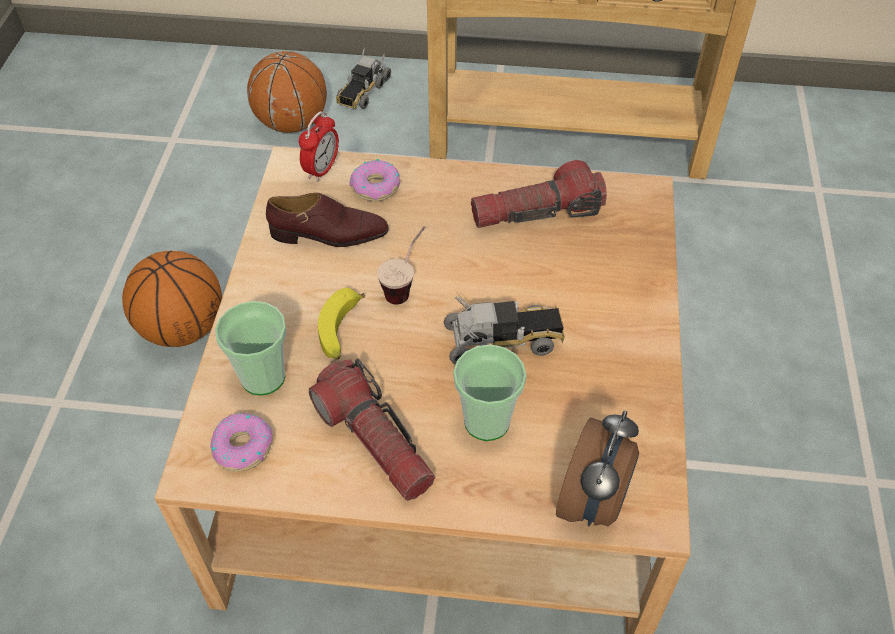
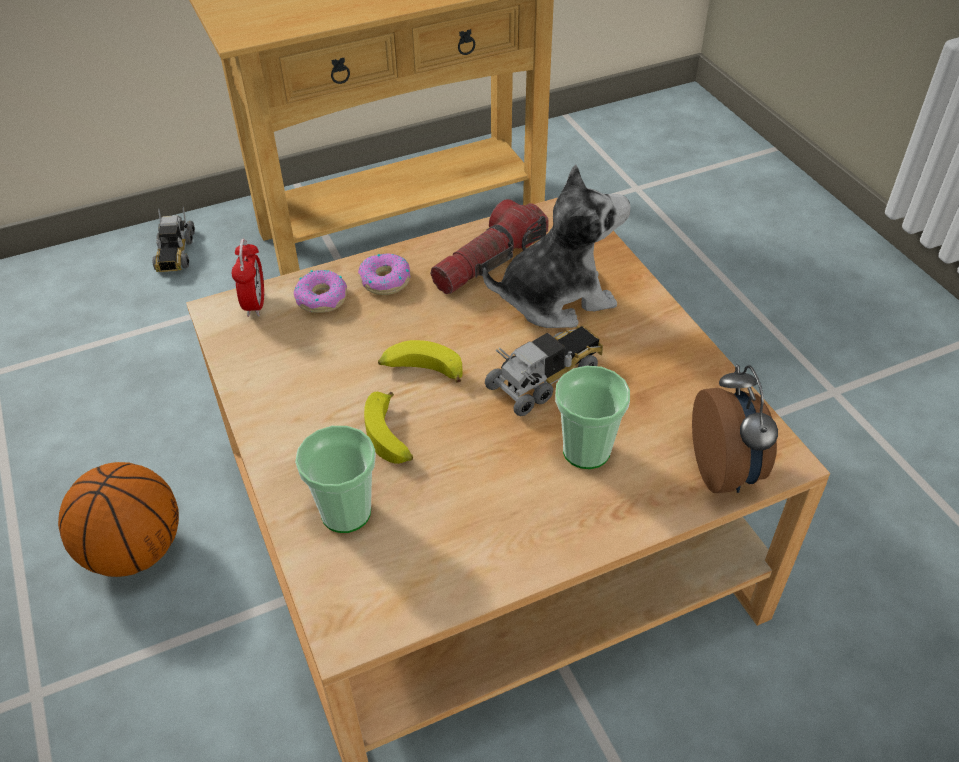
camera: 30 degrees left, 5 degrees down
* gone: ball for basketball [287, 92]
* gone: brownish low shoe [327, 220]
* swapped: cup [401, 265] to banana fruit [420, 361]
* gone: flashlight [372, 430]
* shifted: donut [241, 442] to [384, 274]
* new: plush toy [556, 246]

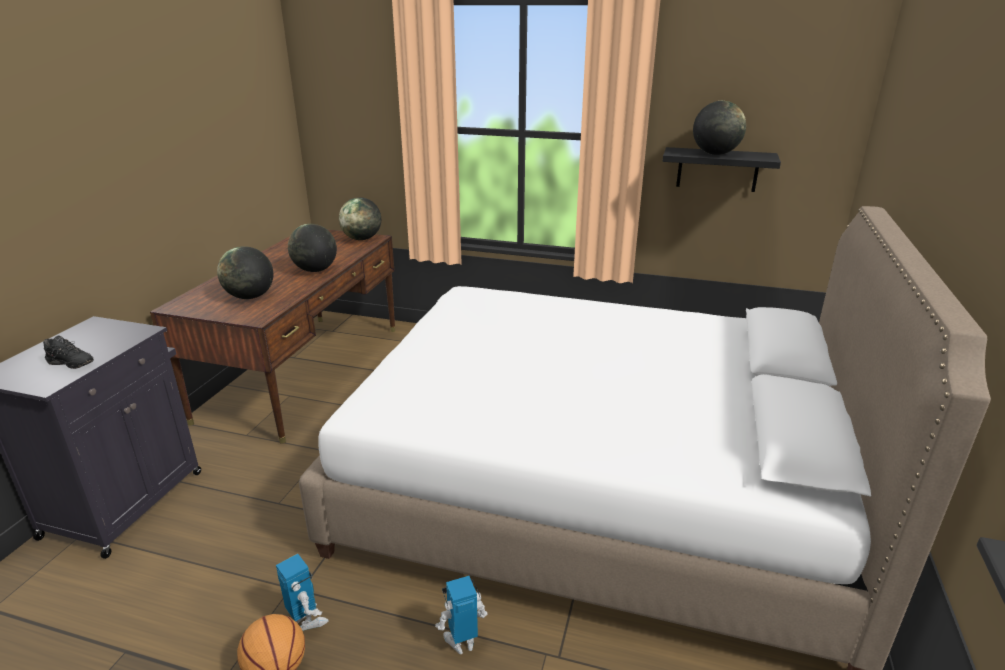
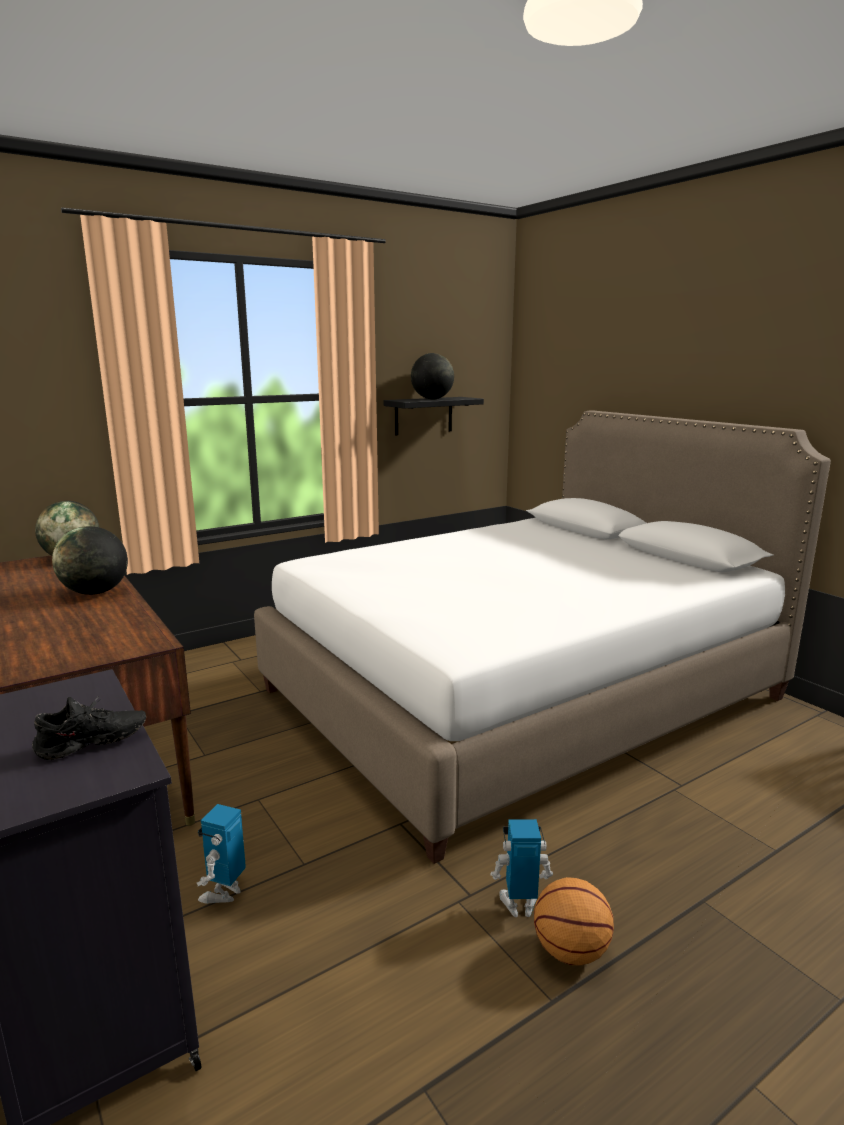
camera: 50 degrees left, 10 degrees down
* gone: globe [245, 272]
* shifted: model robot [461, 615] to [221, 854]

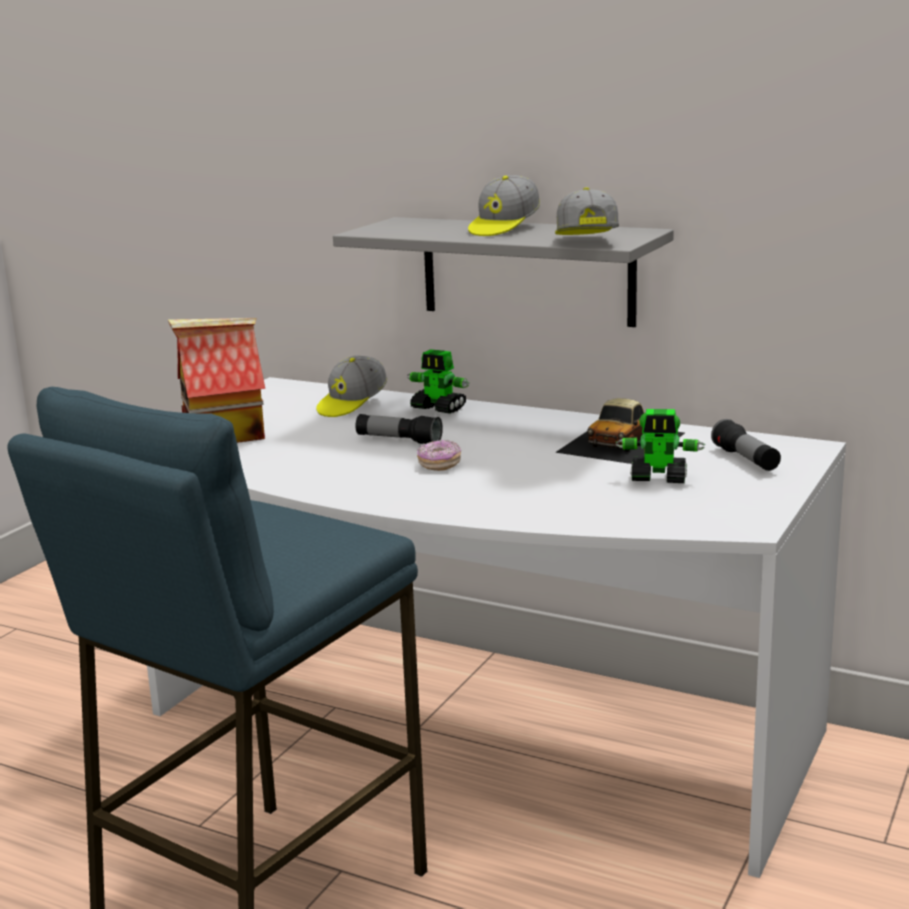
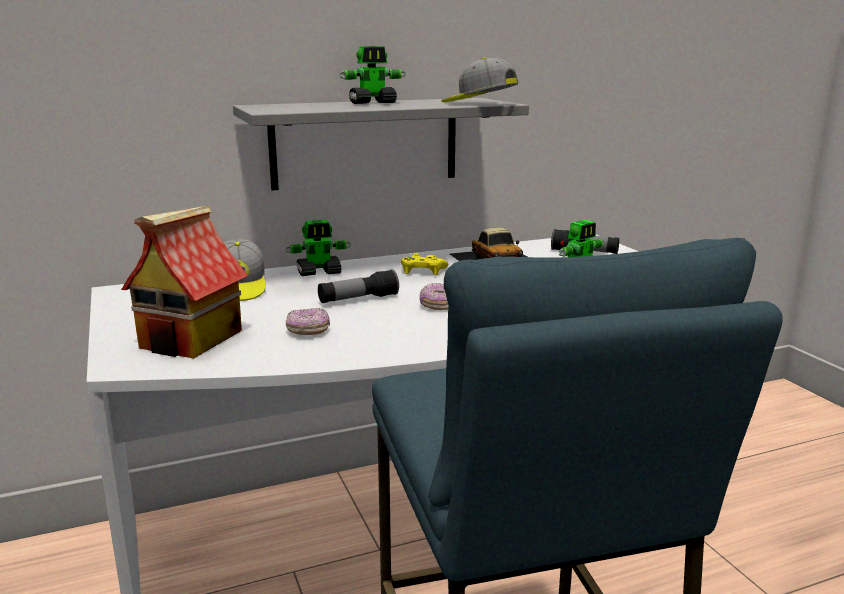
camera: 50 degrees left, 0 degrees up
* swapped: peaked cap [504, 205] to model robot [372, 75]
* new: yellow game controller [425, 264]
* new: donut [308, 321]

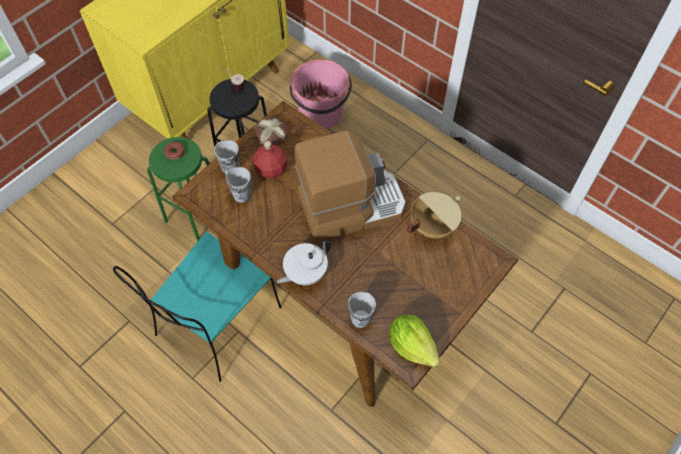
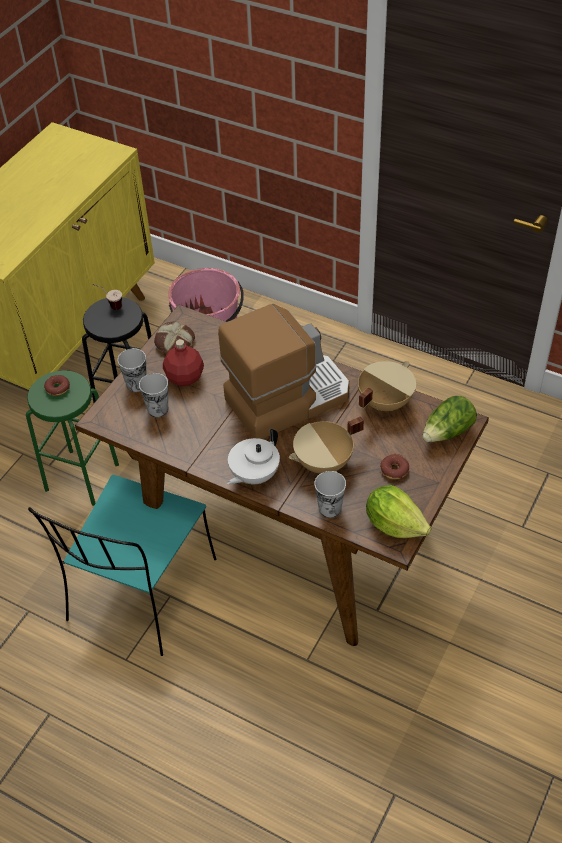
camera: 10 degrees left, 10 degrees down
* new: lettuce [449, 419]
* new: sand-coloured stockpot [326, 445]
* new: donut [394, 466]

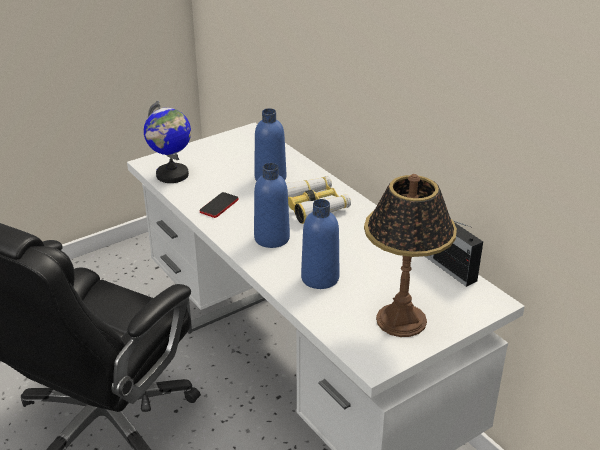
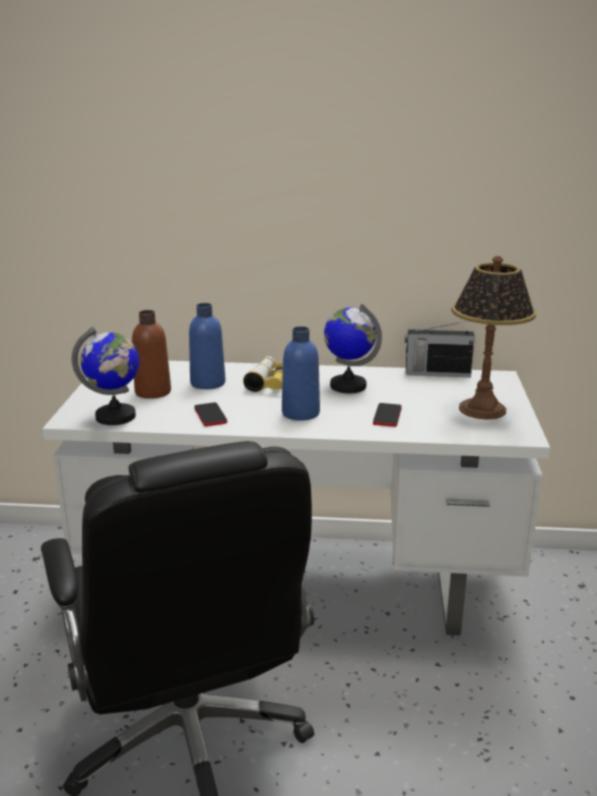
camera: 50 degrees left, 10 degrees down
* swapped: bluish bottle [320, 244] to telephone [387, 415]
* new: globe [353, 348]
* new: brownish bottle [151, 354]

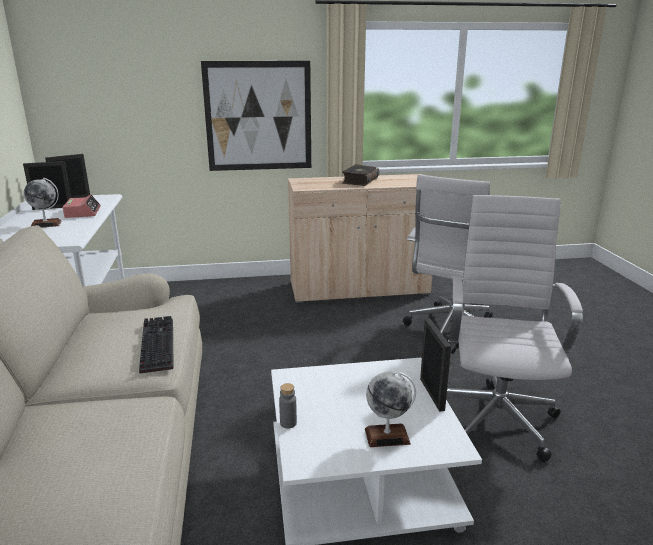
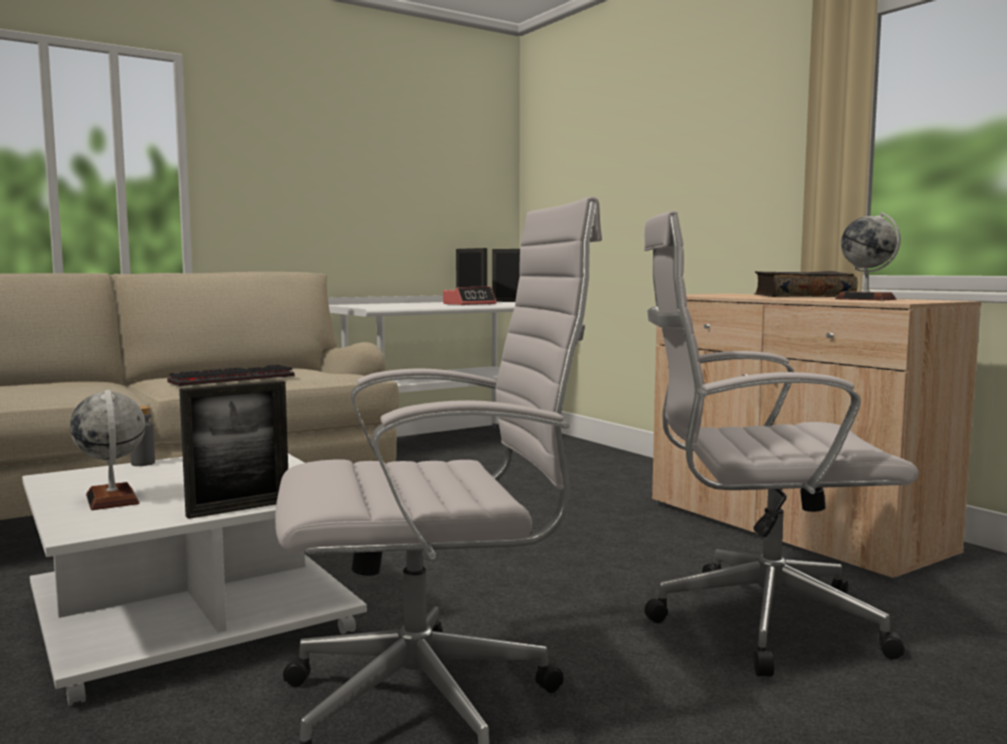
camera: 65 degrees right, 15 degrees down
* gone: picture [256, 116]
* shifted: globe [42, 203] to [868, 256]

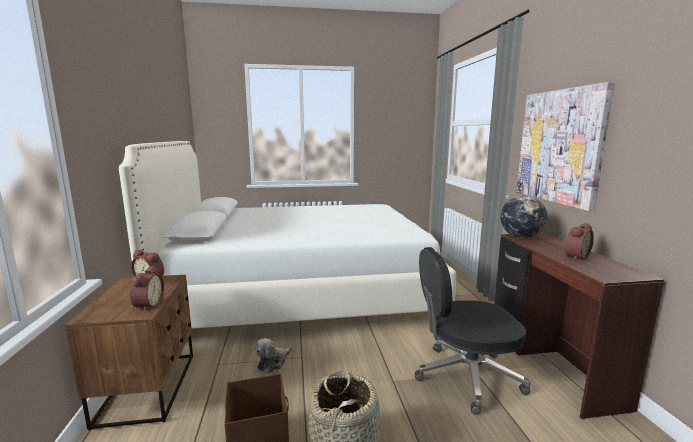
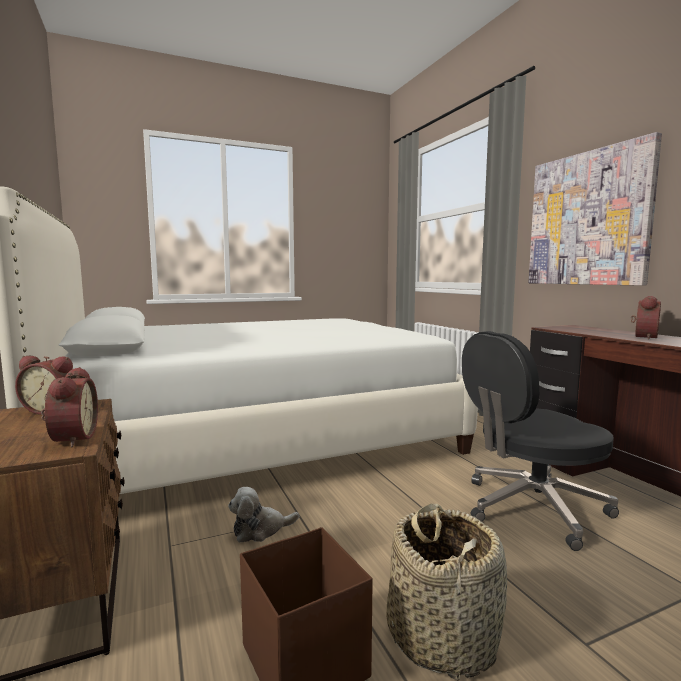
camera: 15 degrees left, 5 degrees down
* gone: globe [524, 216]
* rotated: plush toy [274, 355] = [263, 514] 45 degrees clockwise

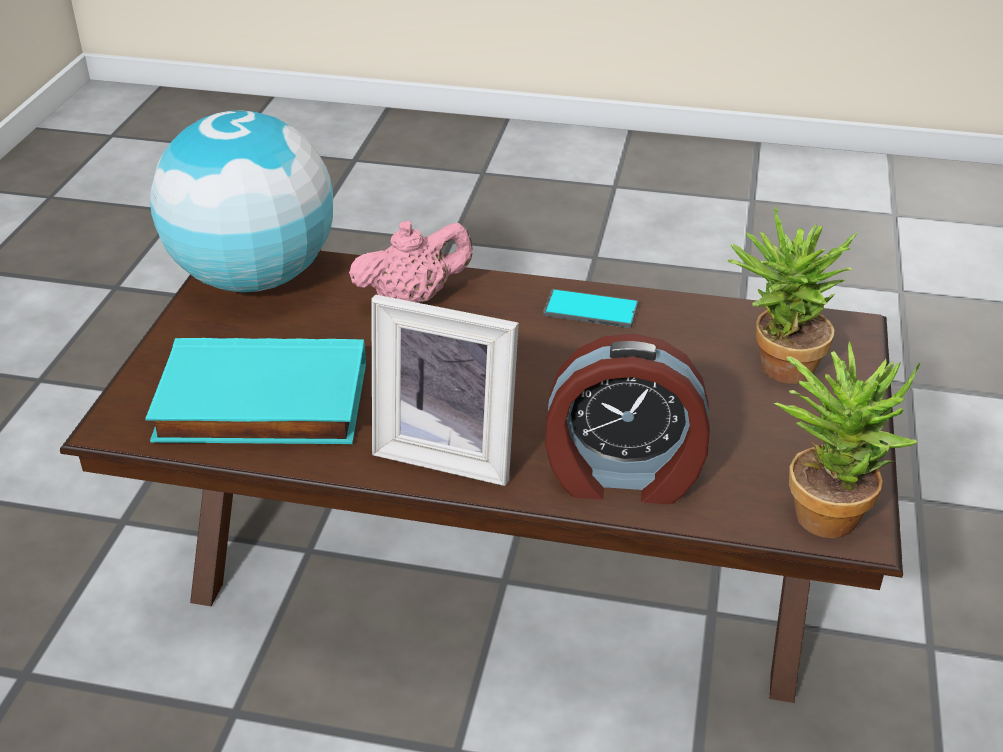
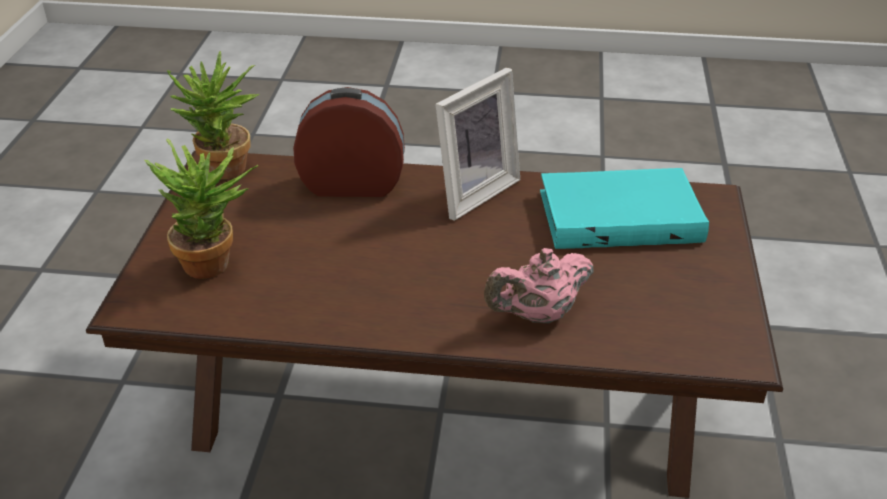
camera: 175 degrees right, 0 degrees up
* gone: globe [241, 201]
* gone: telephone [590, 308]
* rotated: standing frame [445, 390] = [477, 144] 120 degrees clockwise

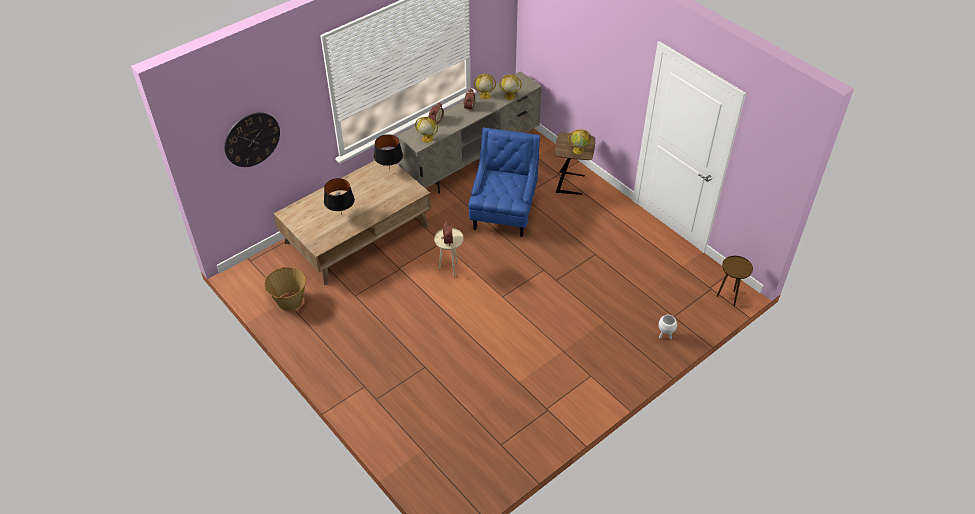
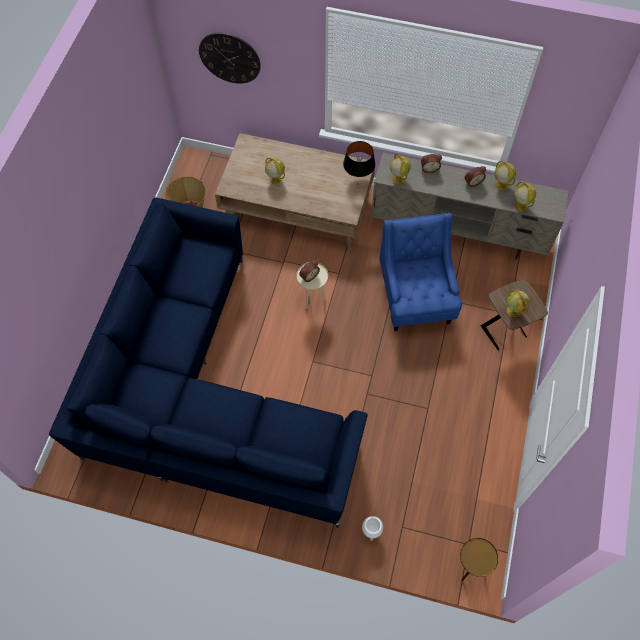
camera: 55 degrees right, 15 degrees up
* rotated: bluish lounge chair [504, 182] = [420, 272] 75 degrees counterclockwise
* swapped: blackish lamp for a table [339, 196] to globe [275, 171]
* new: bluish settee [208, 362]

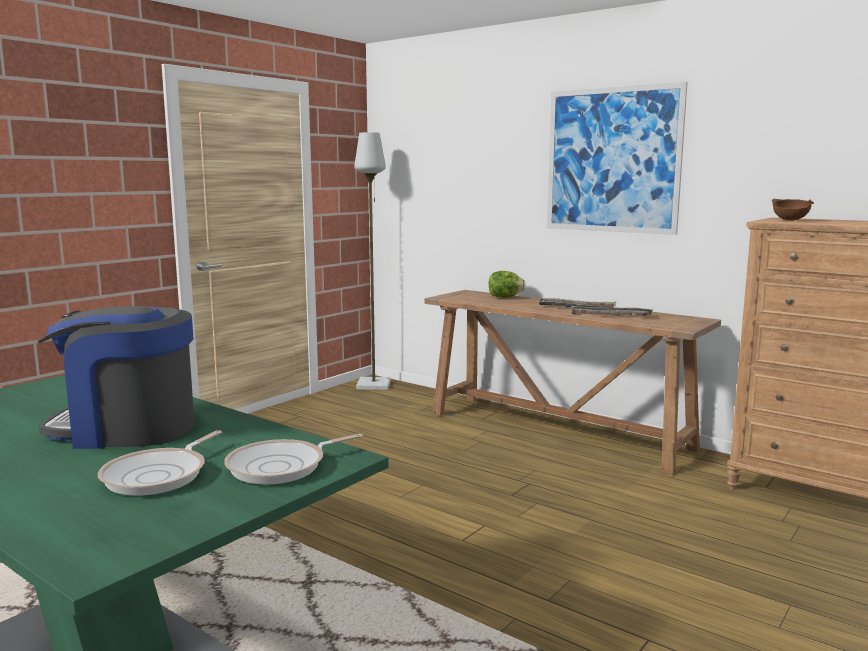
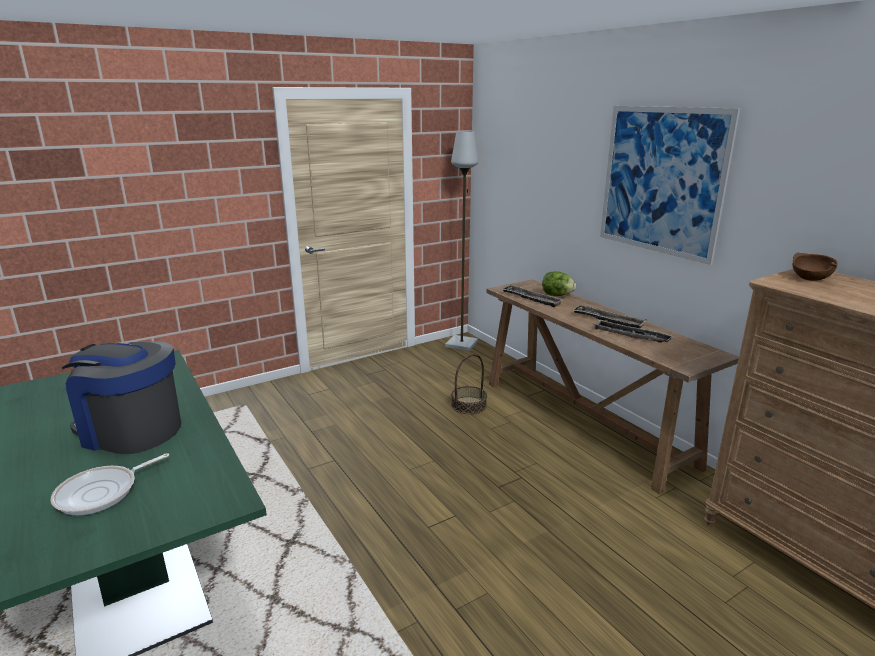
camera: 20 degrees right, 10 degrees up
* gone: frying pan [293, 459]
* new: serving tray [533, 296]
* new: household basket [469, 384]

